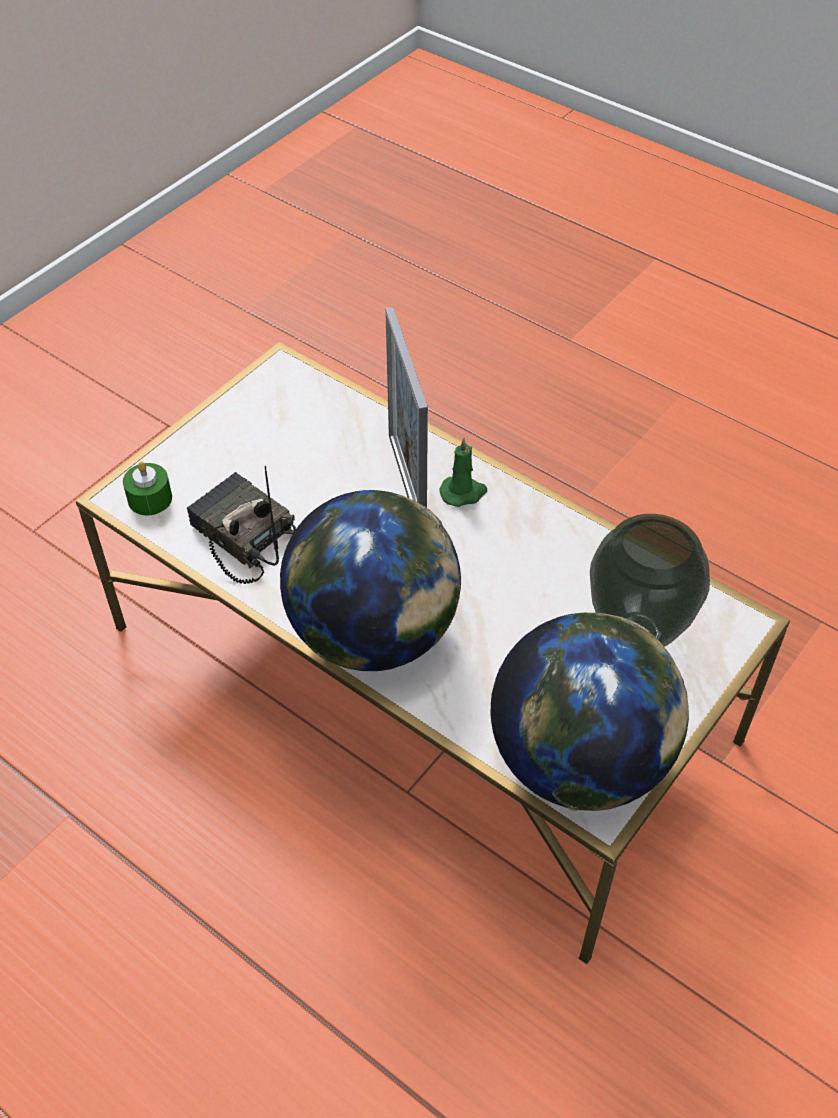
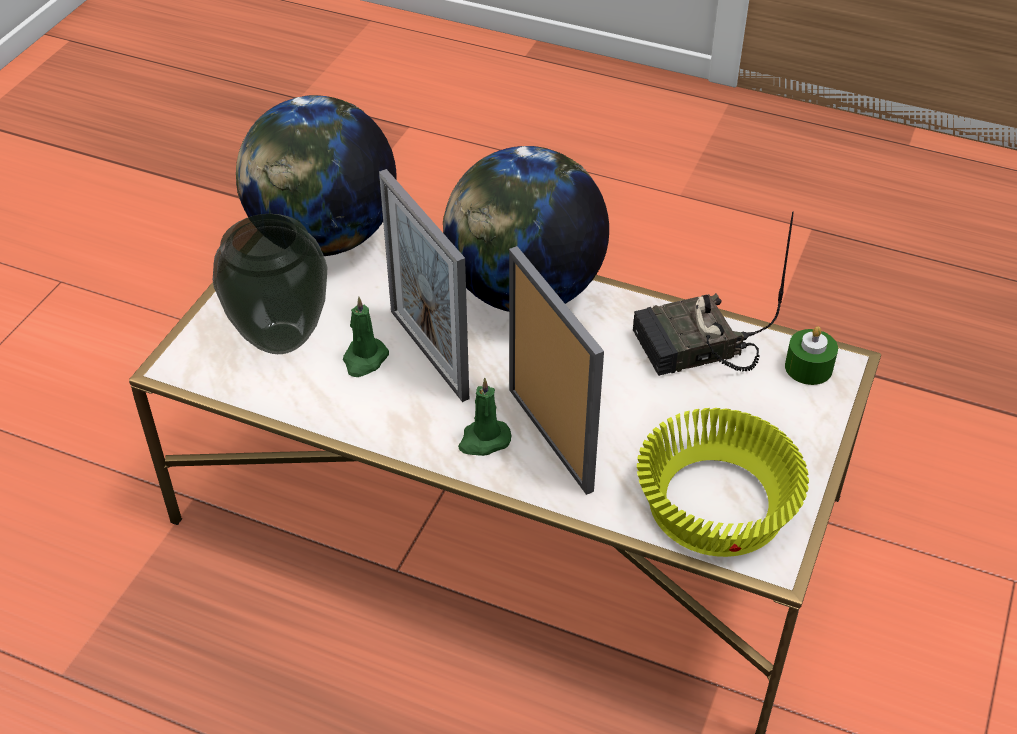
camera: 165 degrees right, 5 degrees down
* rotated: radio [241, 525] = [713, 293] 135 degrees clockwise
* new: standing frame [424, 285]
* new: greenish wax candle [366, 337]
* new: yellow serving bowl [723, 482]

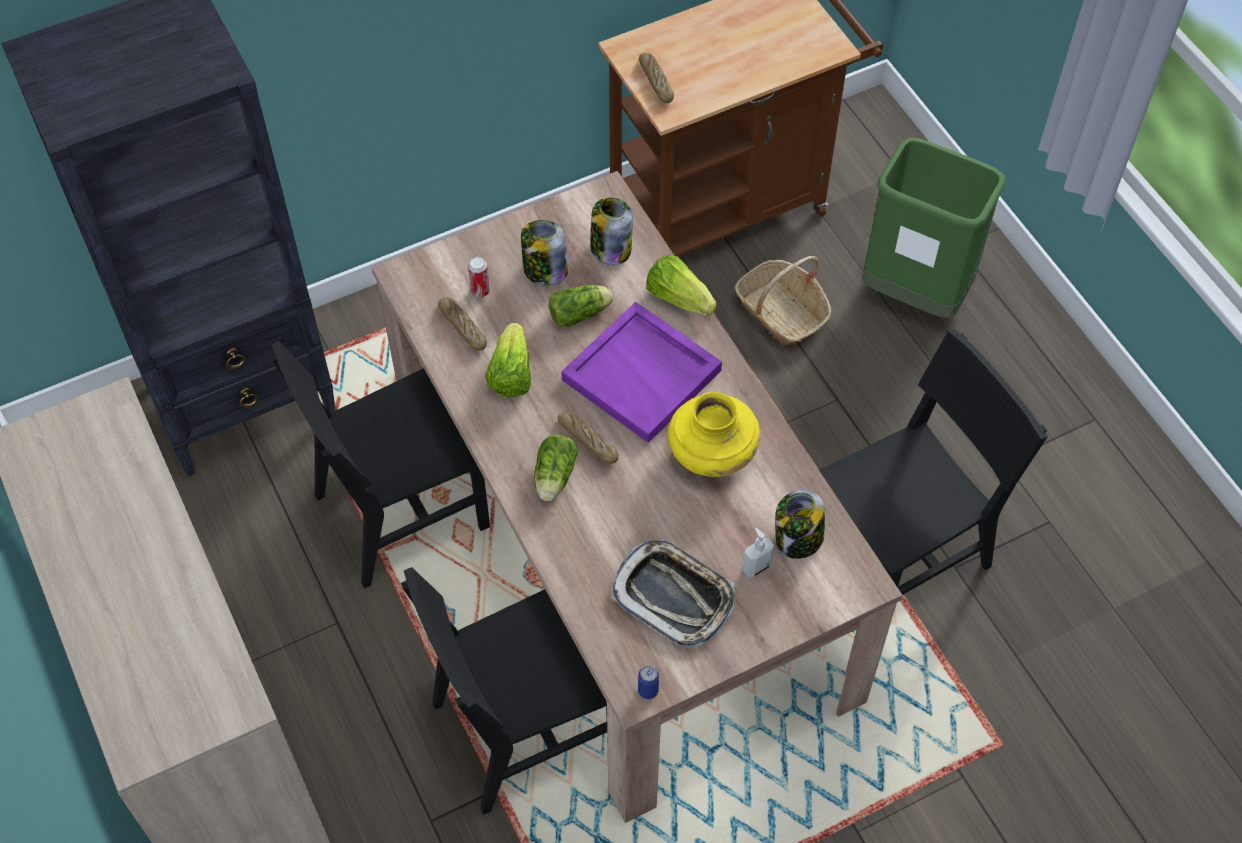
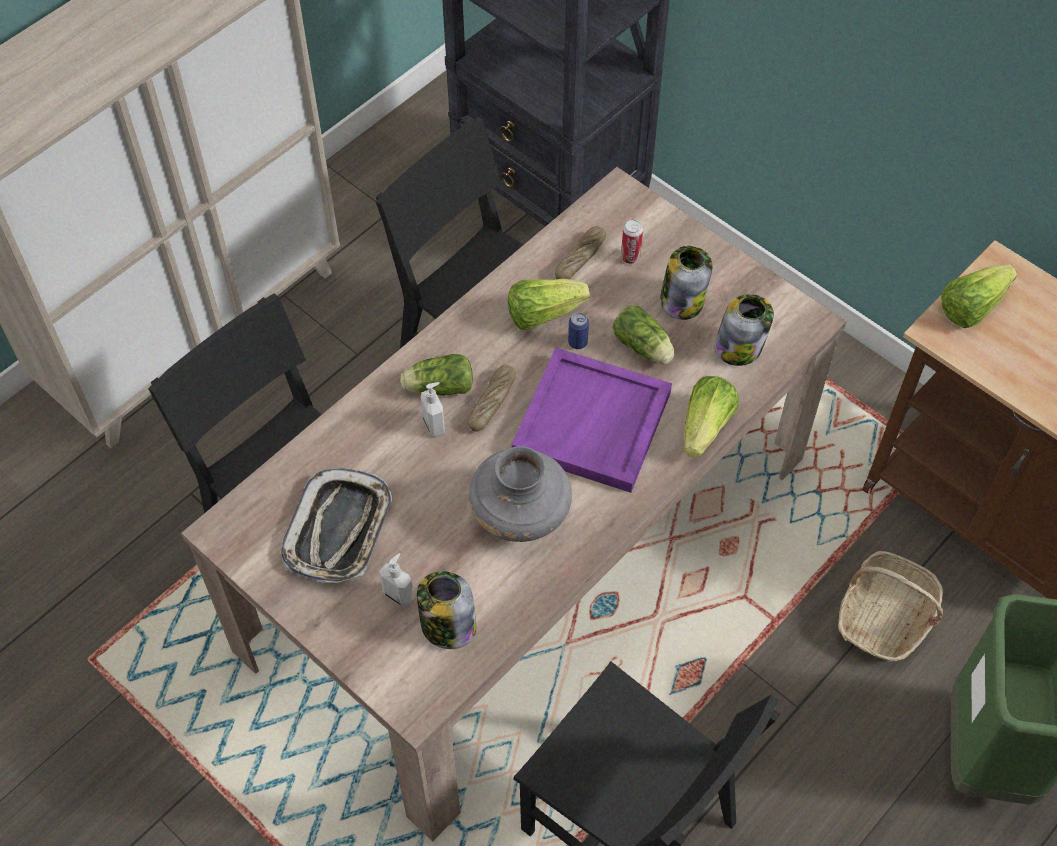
camera: 70 degrees right, 0 degrees up
* swapped: bakery bread [656, 78] to lettuce [979, 296]
* repainted: yellow flower vase [714, 434] to gray flower vase [520, 494]
* shifted: can [648, 682] to [578, 330]
* new: soap bottle [433, 409]

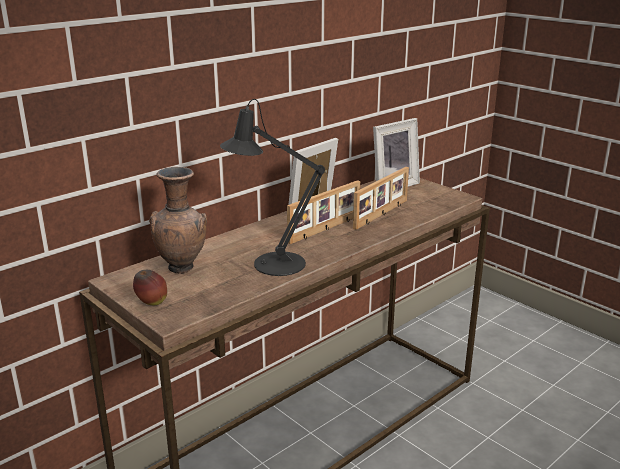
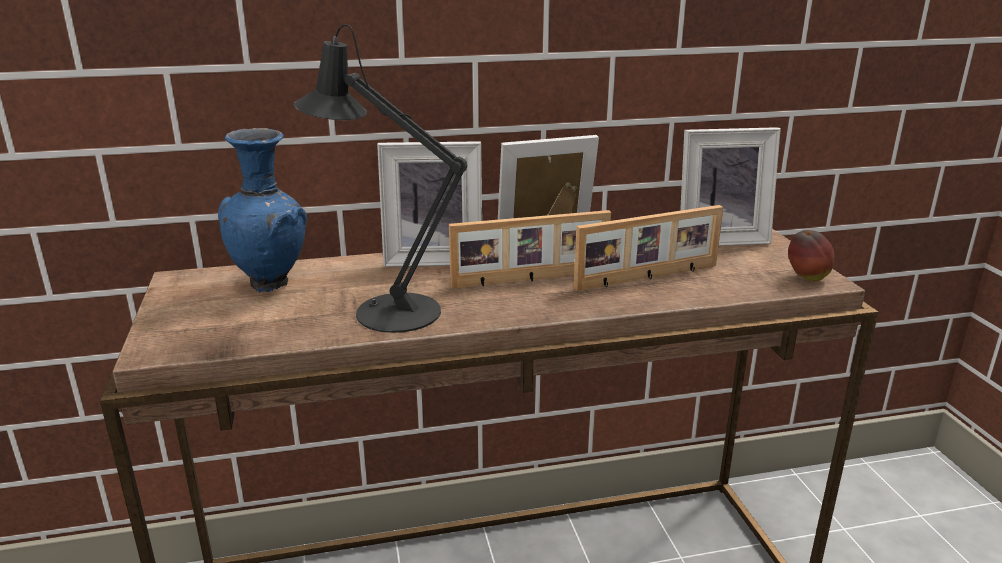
camera: 30 degrees right, 0 degrees up
* repainted: brownish flower vase [178, 220] to bluish flower vase [262, 210]
* shifted: whole apple [150, 287] to [811, 255]
* new: standing frame [429, 204]

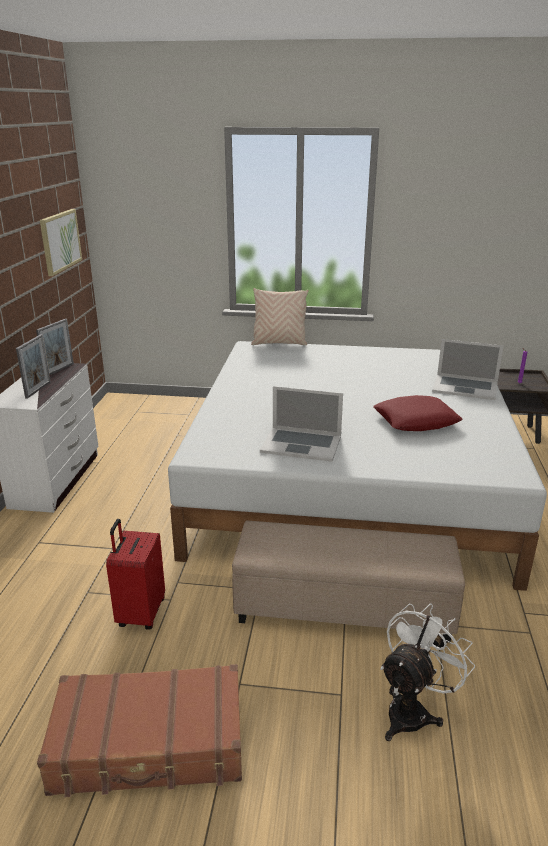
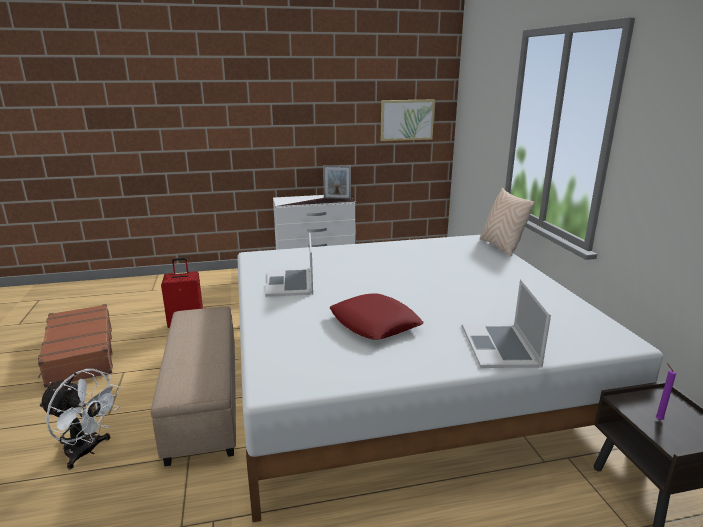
camera: 70 degrees right, 5 degrees down
* gone: standing frame [33, 366]

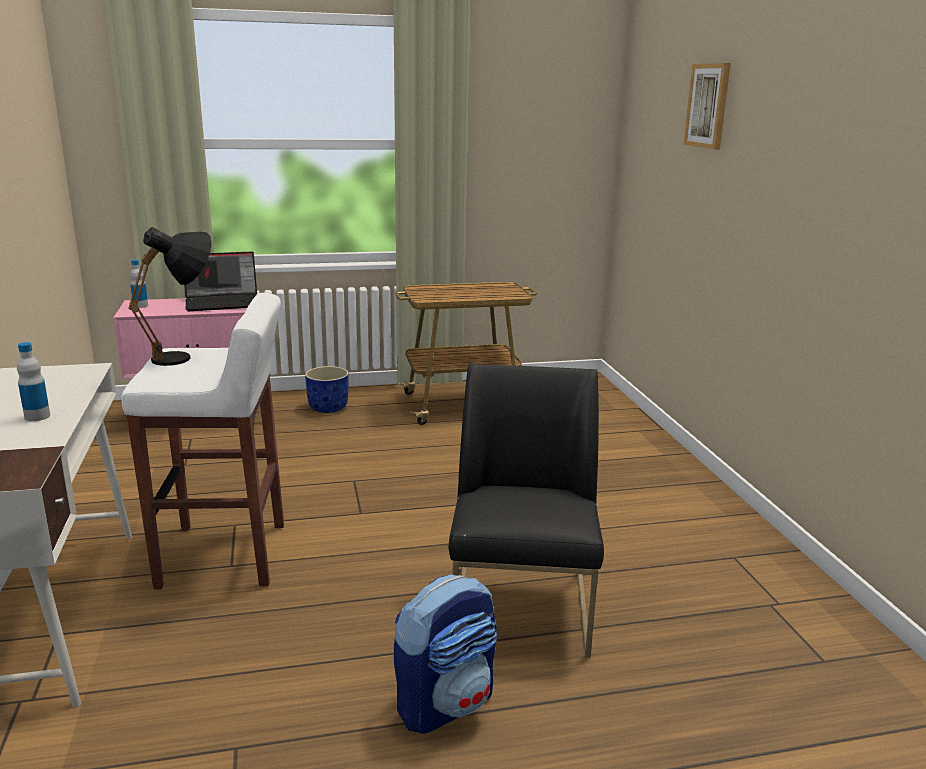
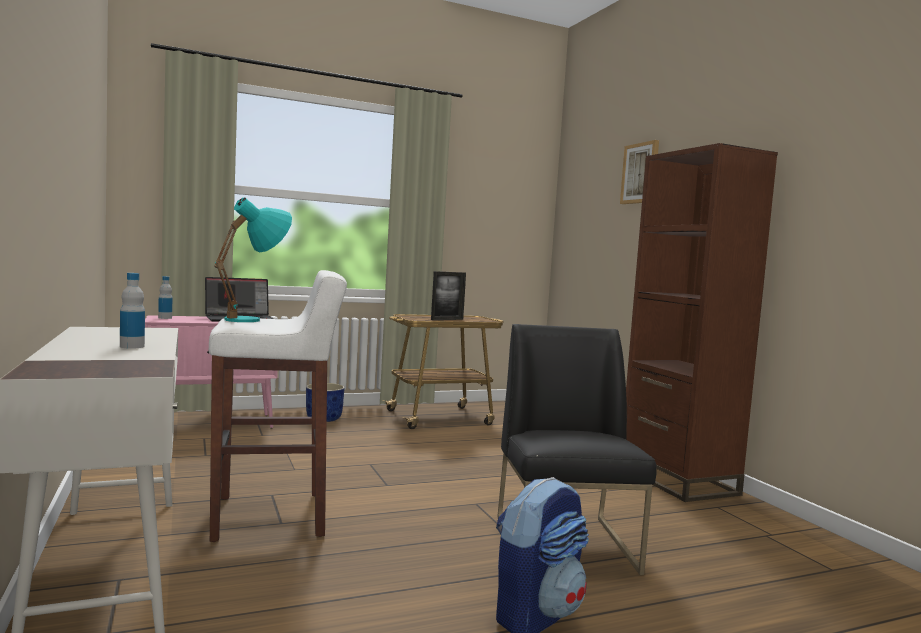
camera: 10 degrees left, 15 degrees down
* repainted: blackish lamp for a table [170, 296] to turquoise lamp for a table [253, 259]
* new: brownish shelving unit [702, 322]
* new: standing frame [448, 295]

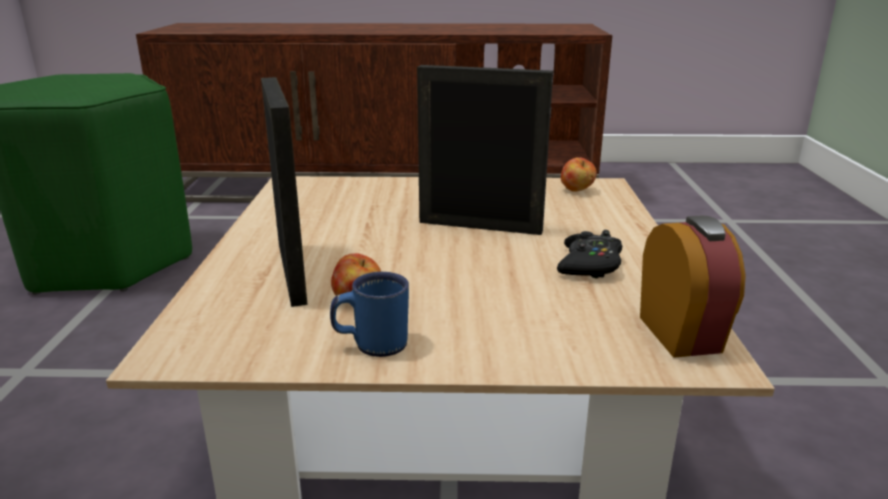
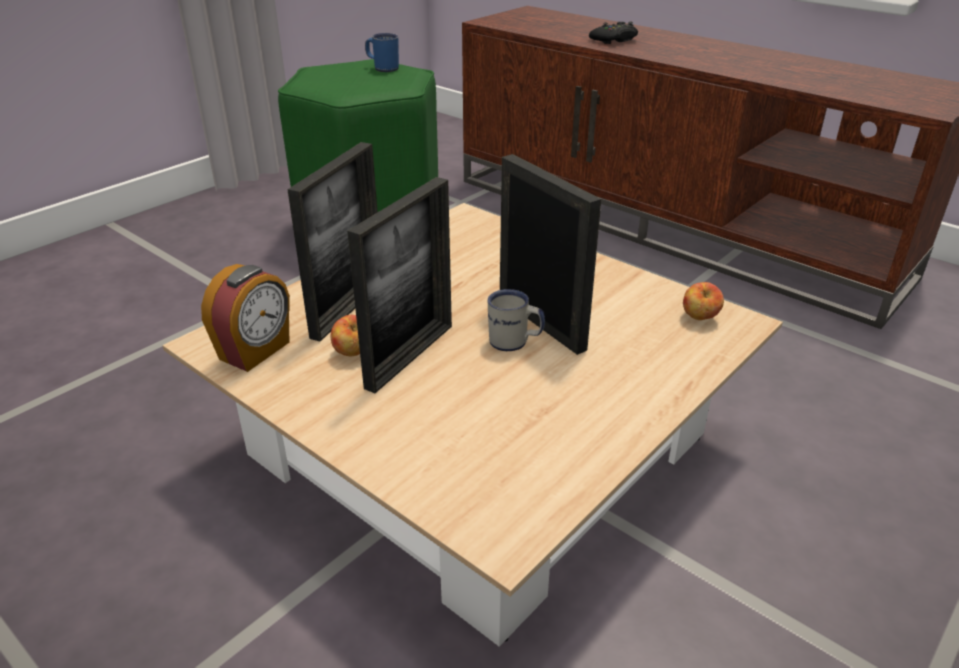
camera: 40 degrees right, 10 degrees up
* shifted: table clock [693, 287] to [245, 318]
* shifted: blackish game controller [589, 254] to [613, 32]
* shifted: bluish mug [369, 314] to [382, 52]
* new: standing frame [399, 285]
* new: white mug [516, 320]

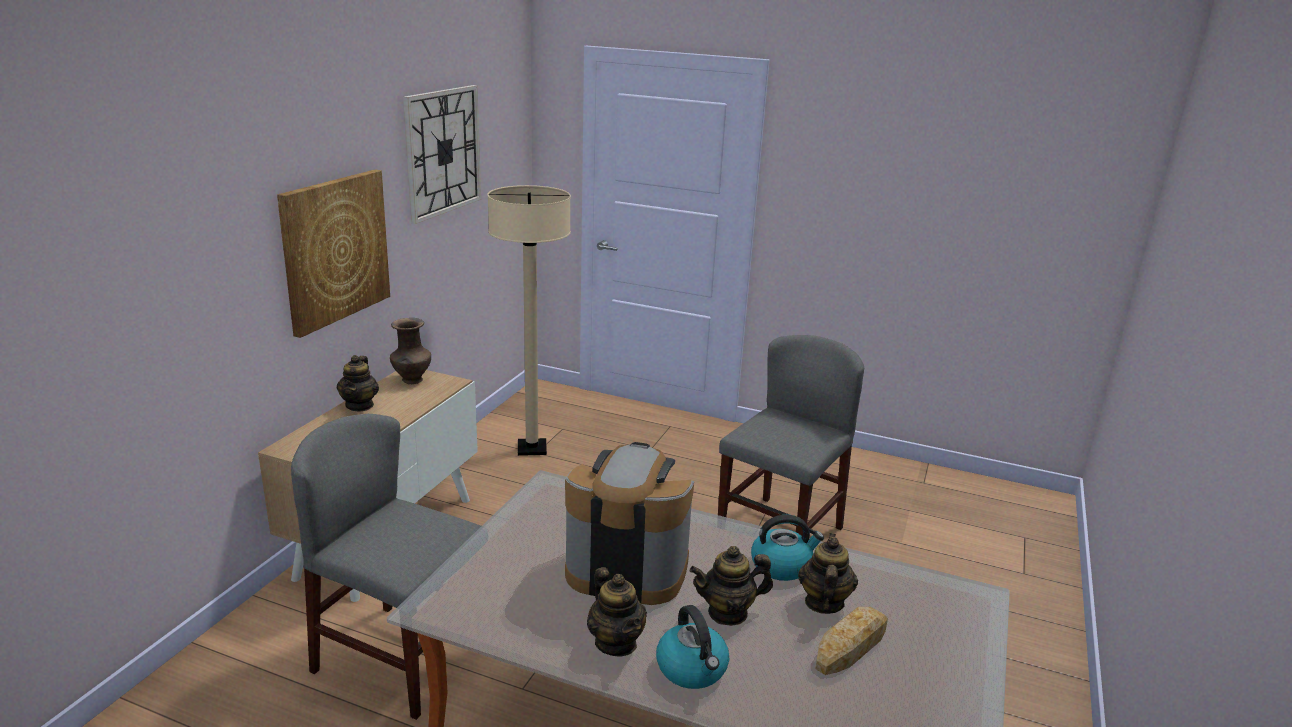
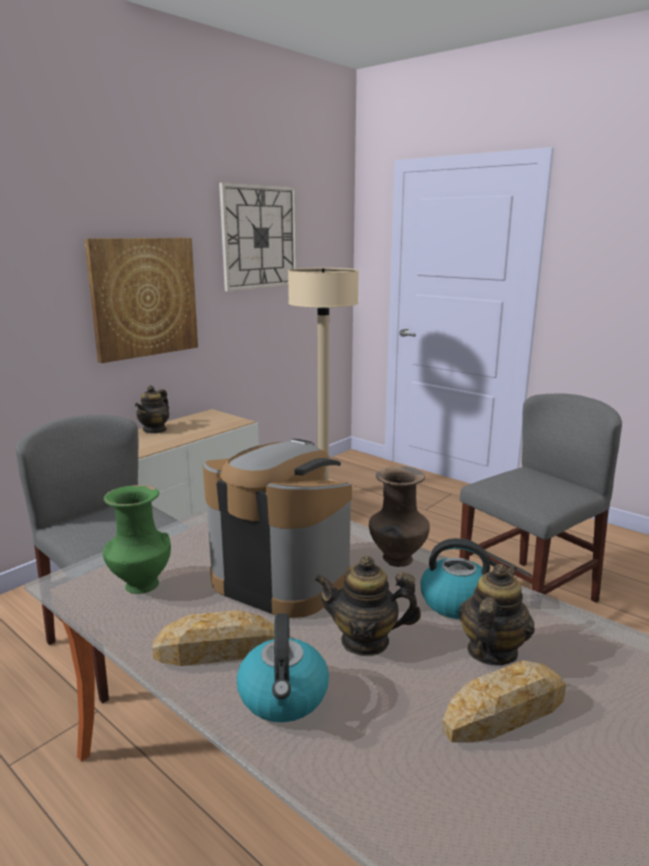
camera: 20 degrees right, 5 degrees down
* shifted: brownish flower vase [410, 351] to [399, 516]
* swapped: pot for tea [617, 611] to bakery bread [213, 638]
* new: greenish flower vase [136, 539]

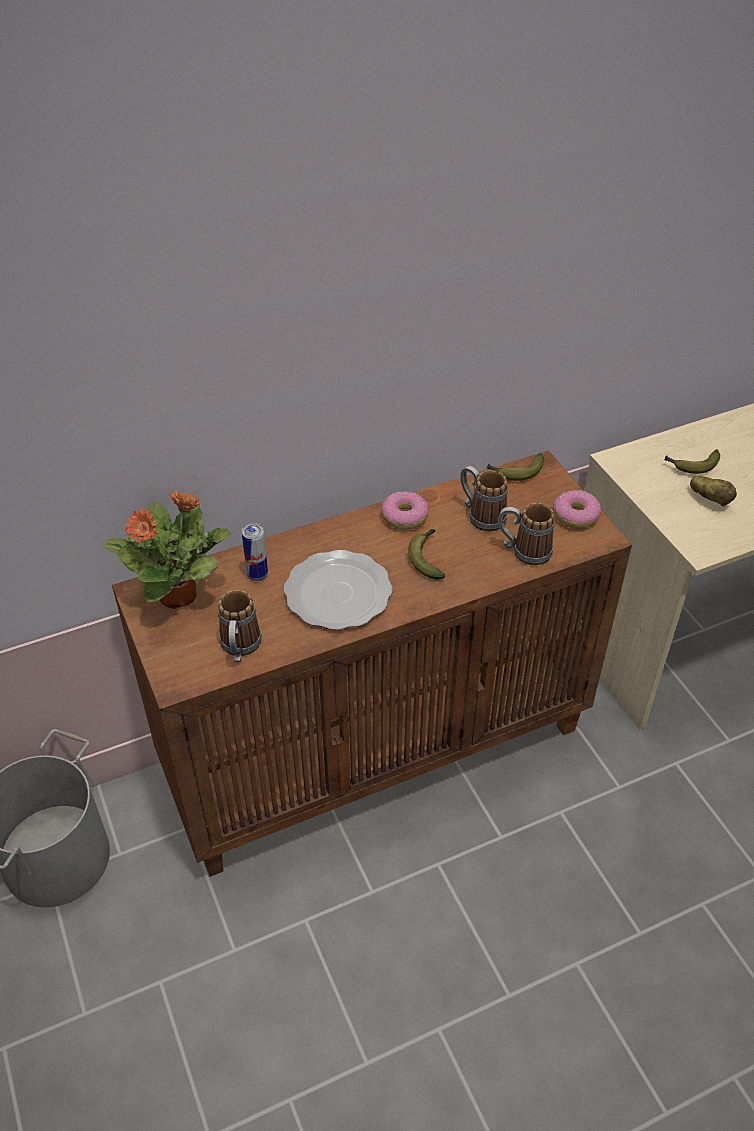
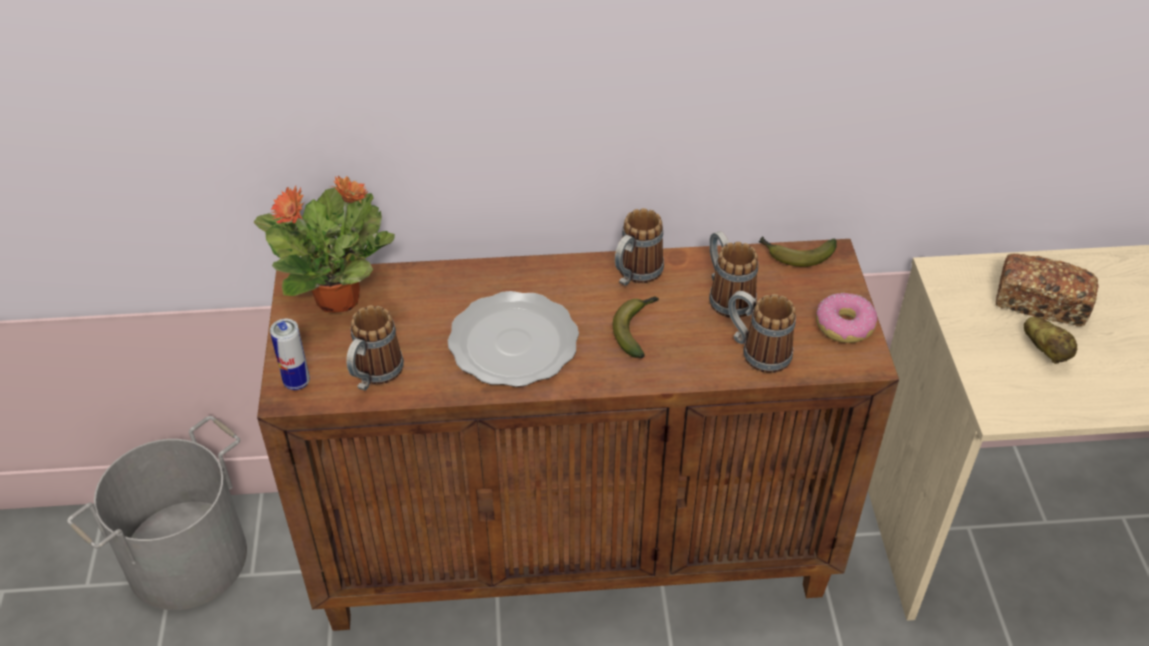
camera: 20 degrees right, 0 degrees up
* swapped: banana fruit [692, 461] to bakery bread [1047, 290]
* swapped: donut [405, 510] to mug [639, 247]
* shifted: can [255, 552] to [290, 354]

